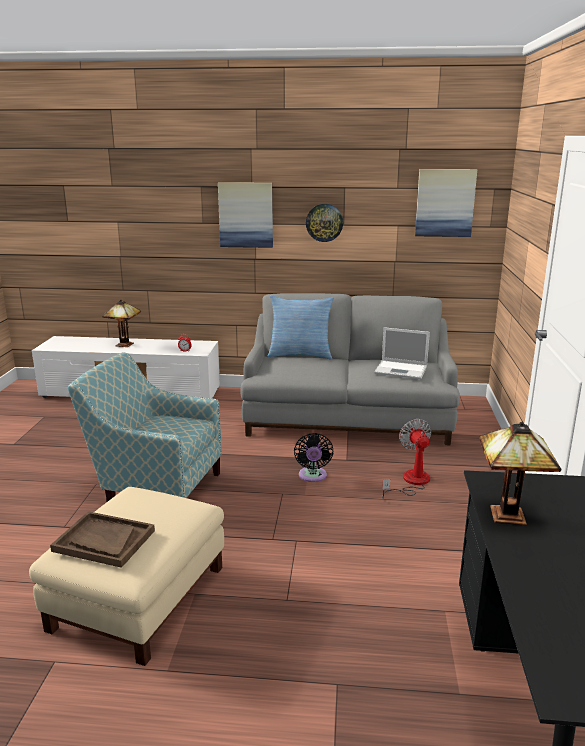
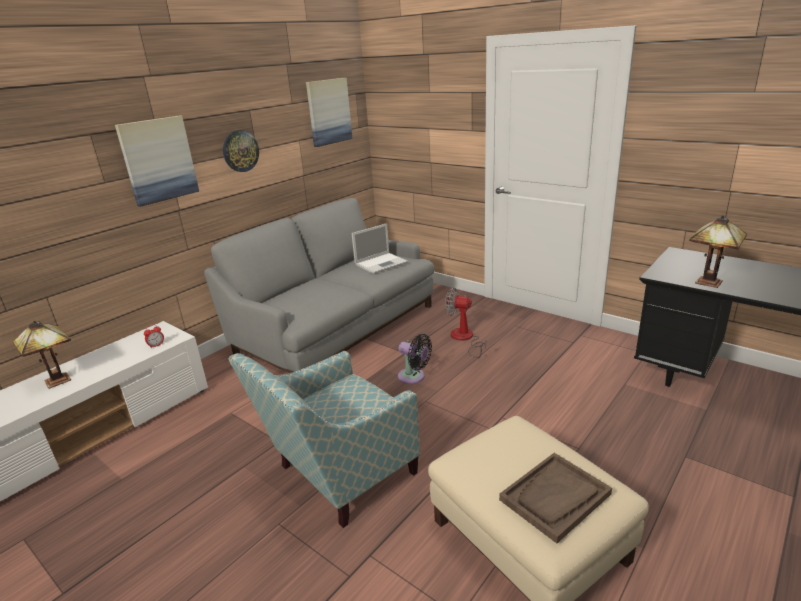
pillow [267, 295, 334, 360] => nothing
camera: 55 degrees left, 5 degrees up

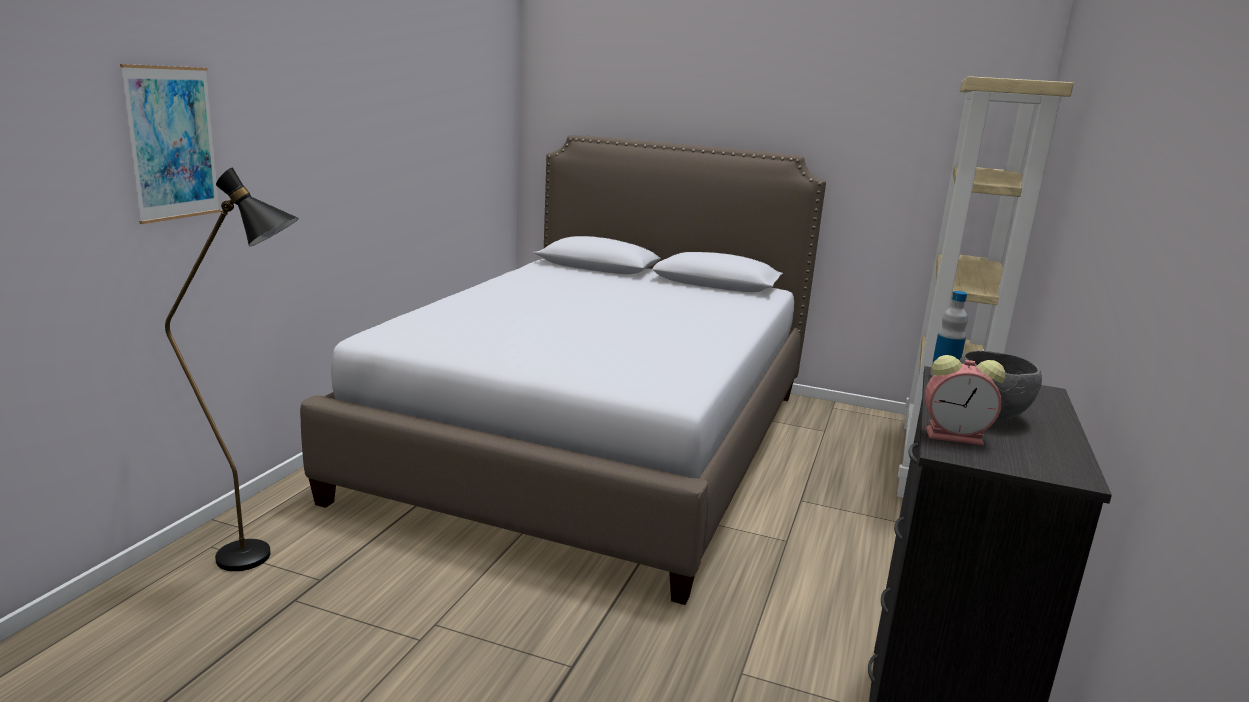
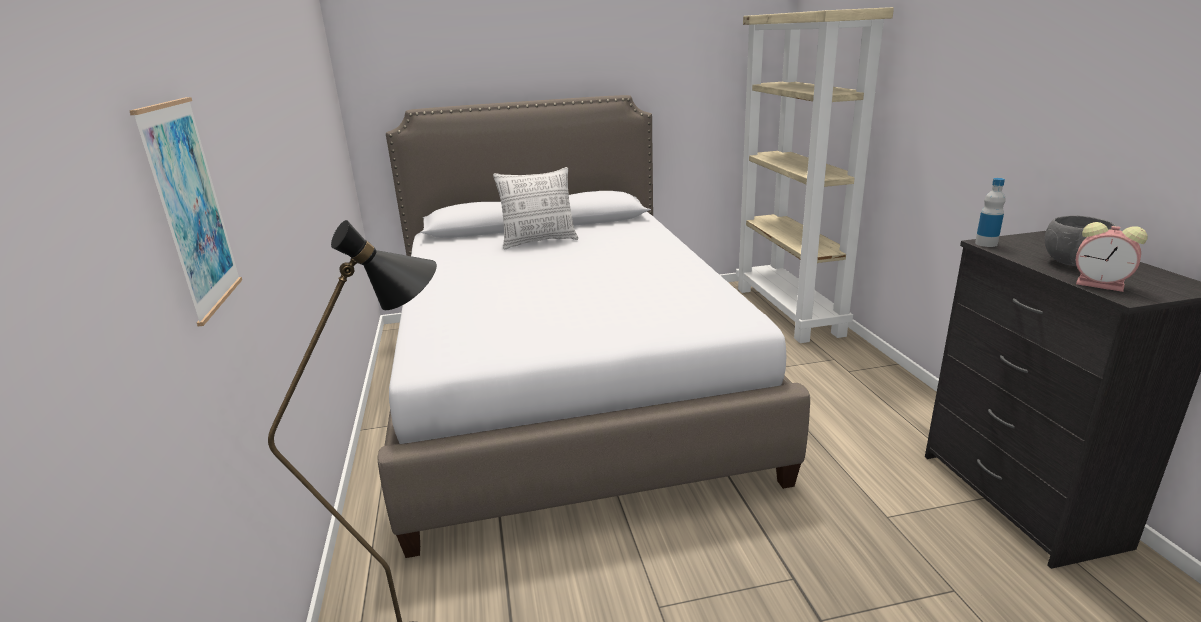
table clock [925, 355, 1005, 446] => table clock [1076, 222, 1148, 292], 60 degrees clockwise
nothing => pillow [493, 167, 578, 250]
camera: 30 degrees left, 5 degrees up

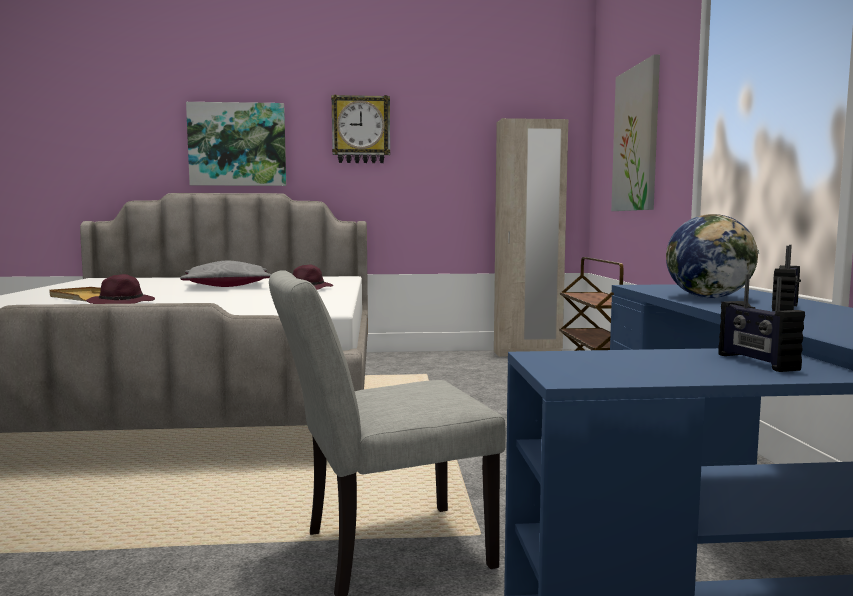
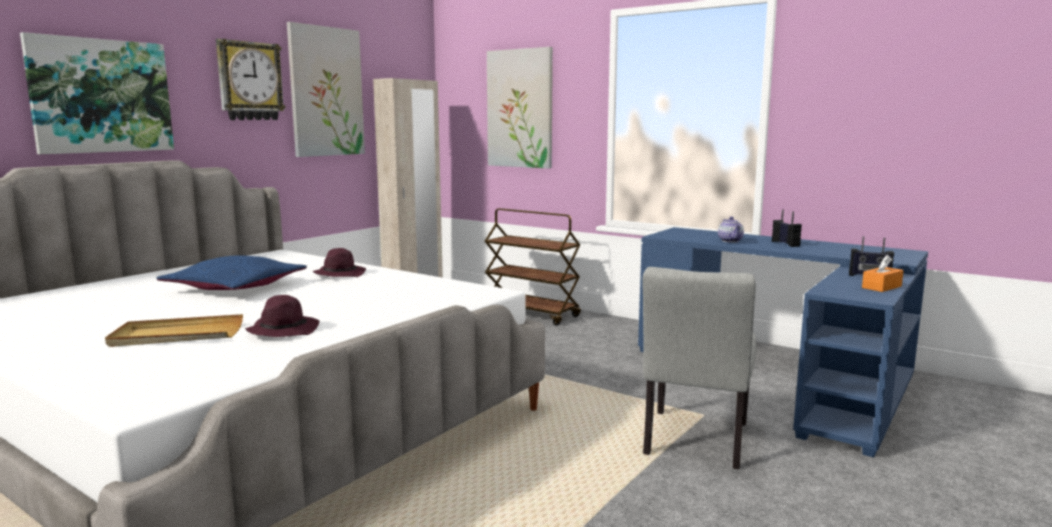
grey pillow [180, 261, 271, 287] => blue pillow [157, 255, 307, 290]
desk globe [666, 214, 759, 298] => tea pot [718, 217, 744, 243]
nothing => wall picture [287, 22, 365, 157]
nothing => orange box of tissues [862, 255, 904, 292]
camera: 50 degrees left, 5 degrees up

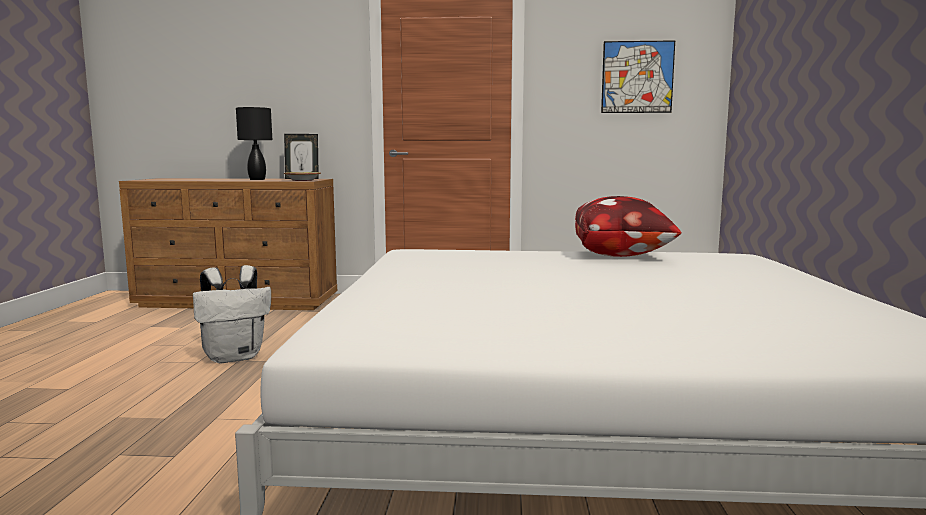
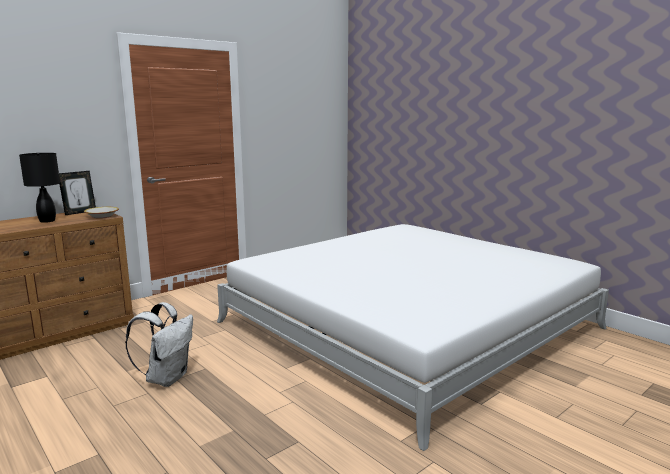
pillow [575, 196, 681, 257] => nothing
wall picture [601, 40, 675, 113] => nothing
camera: 45 degrees left, 5 degrees up

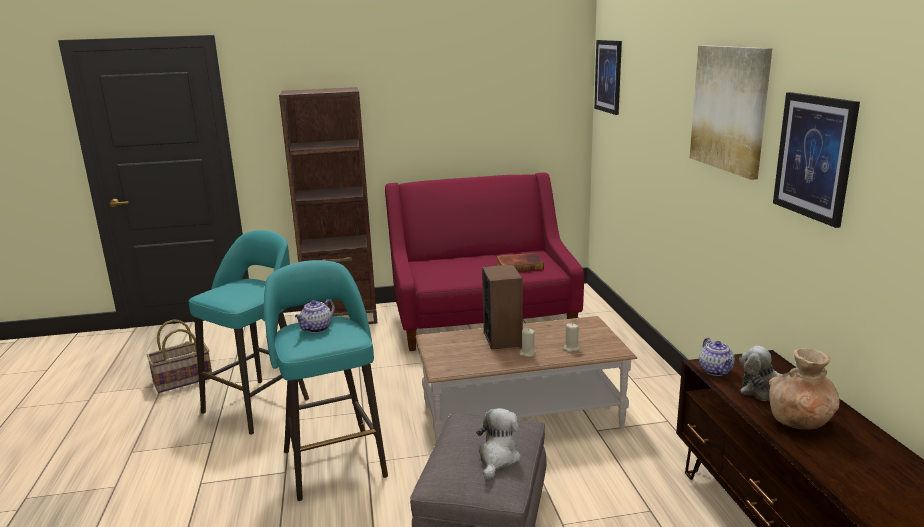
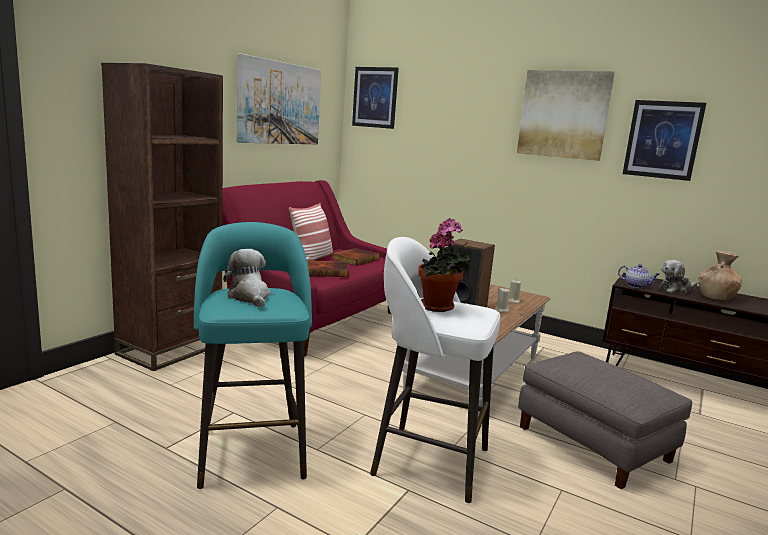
household basket [147, 319, 212, 393] => nothing
blue-green stool seat [264, 260, 388, 501] => white stool seat [370, 237, 501, 503]
tea pot [295, 299, 335, 333] => houseplant [418, 218, 470, 312]
soft toy [476, 408, 521, 479] => soft toy [223, 249, 270, 307], move
nothing => wall picture [237, 54, 321, 144]
nothing => pillow [289, 203, 333, 261]
nothing => book [307, 260, 349, 277]
camera: 50 degrees left, 5 degrees down

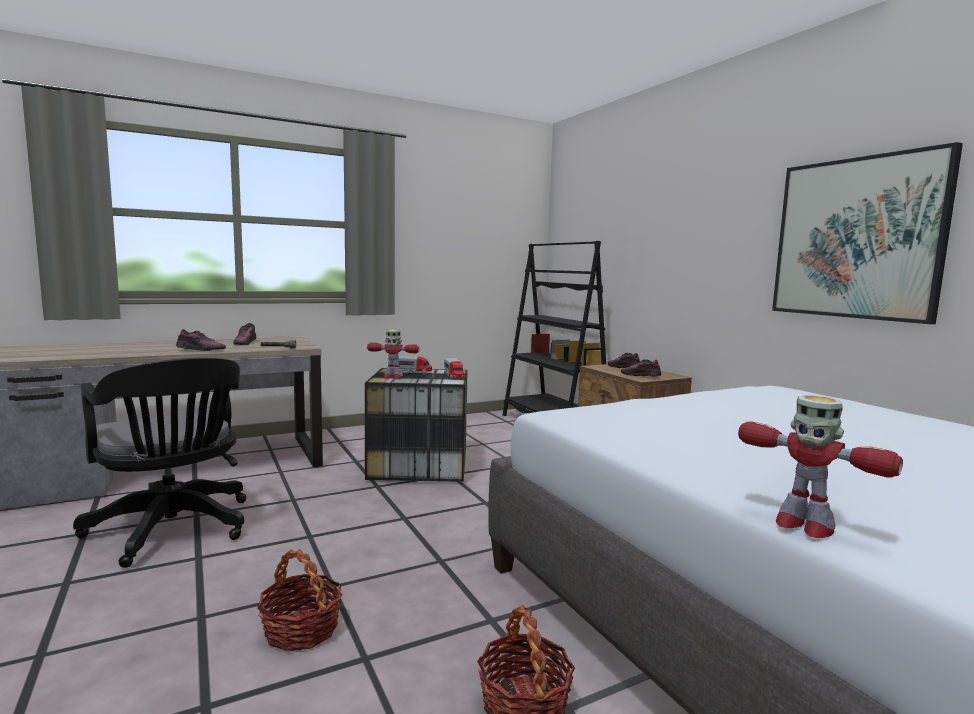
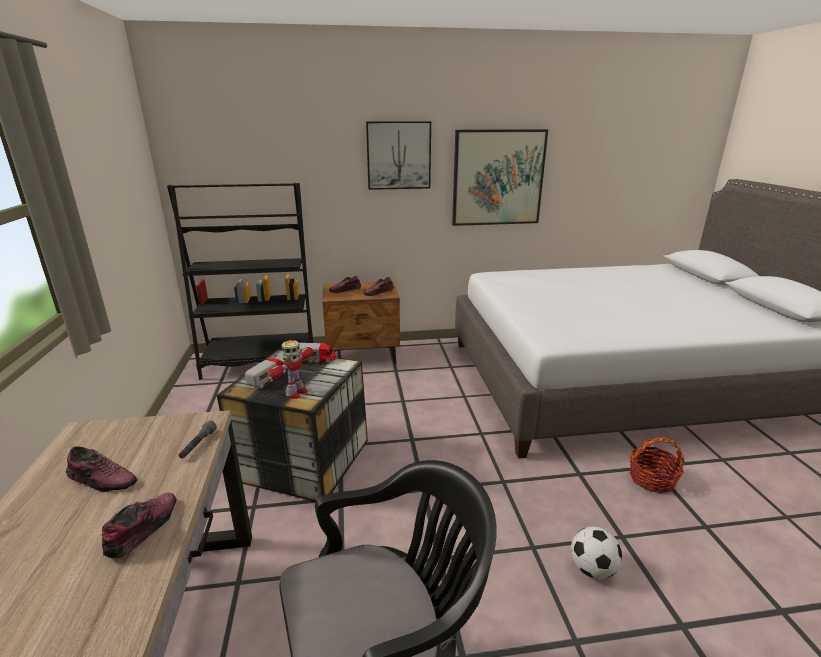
household basket [257, 549, 342, 652] => ball for football [571, 527, 622, 579]
robot figure [738, 395, 903, 538] => nothing
nothing => wall picture [366, 121, 431, 190]
camera: 70 degrees left, 15 degrees up

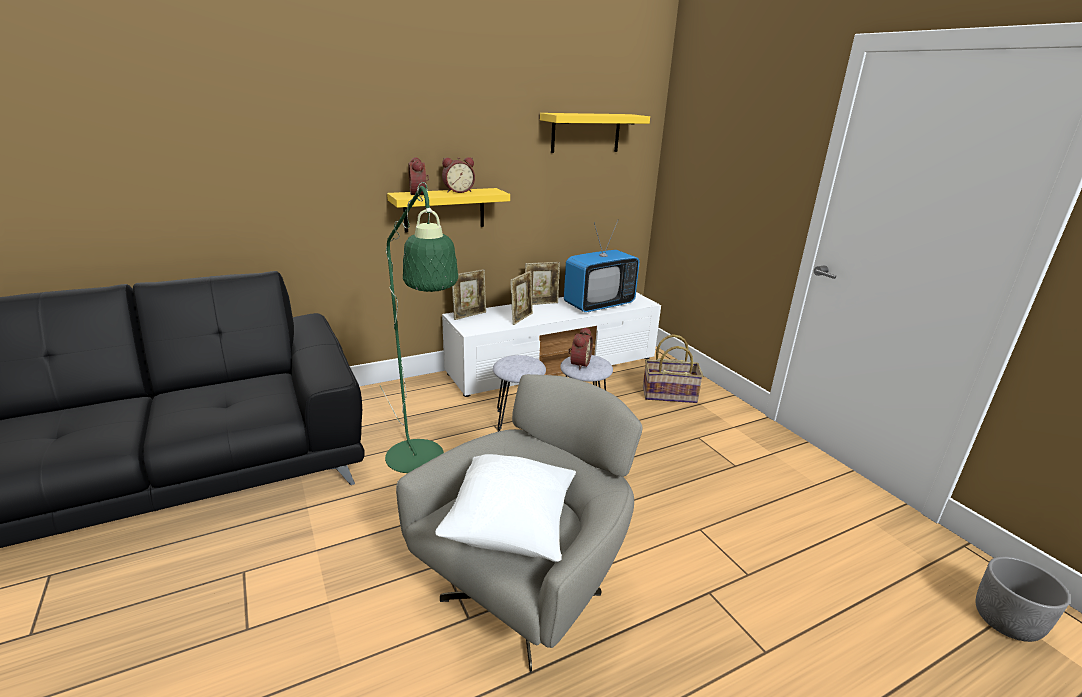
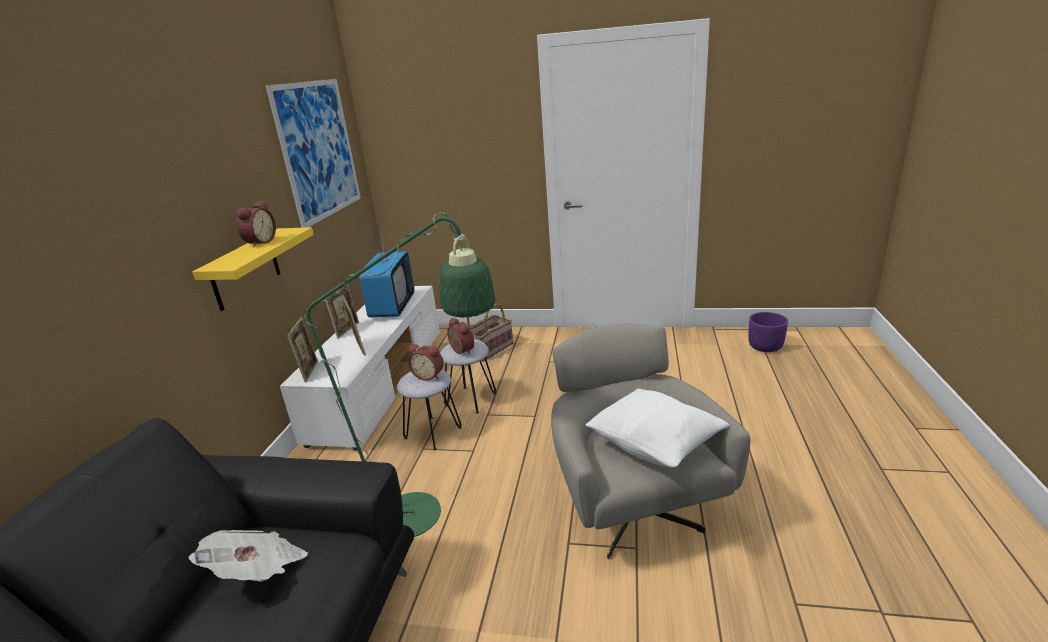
table clock [408, 157, 429, 195] => table clock [408, 344, 444, 381], move
yellow-coloured wall shelf [540, 113, 650, 153] => wall picture [266, 79, 361, 228]
grey plant pot [976, 556, 1071, 642] => purplish plant pot [748, 312, 788, 352]
nothing => printed paper [188, 530, 308, 581]
camera: 50 degrees left, 0 degrees up

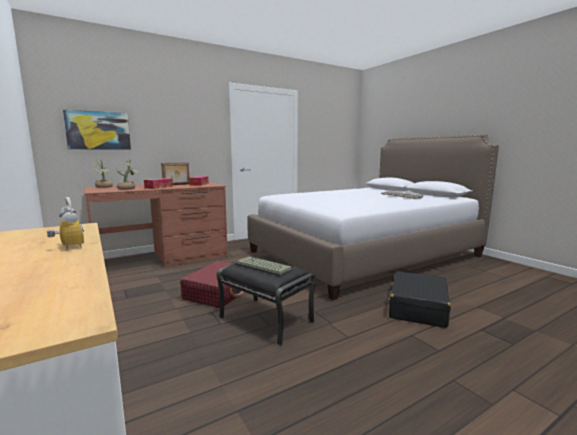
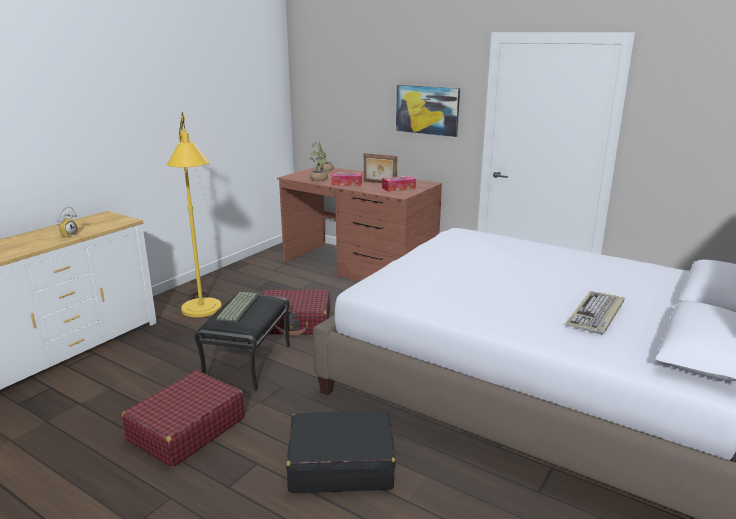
wall picture [63, 110, 131, 150] => wall picture [396, 85, 460, 137], move
nothing => red-coloured suitcase [122, 370, 245, 467]
nothing => yellow-coloured floor lamp [166, 112, 222, 317]
camera: 65 degrees right, 10 degrees up

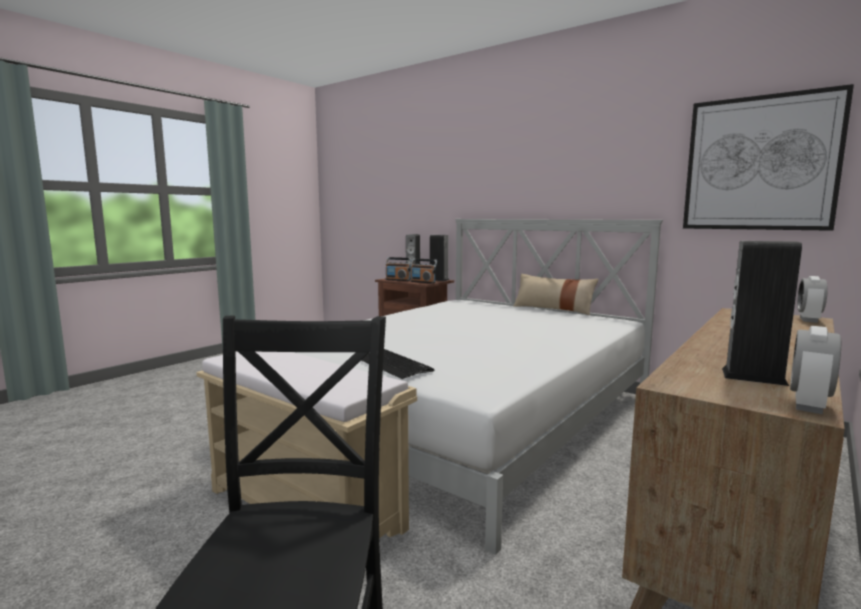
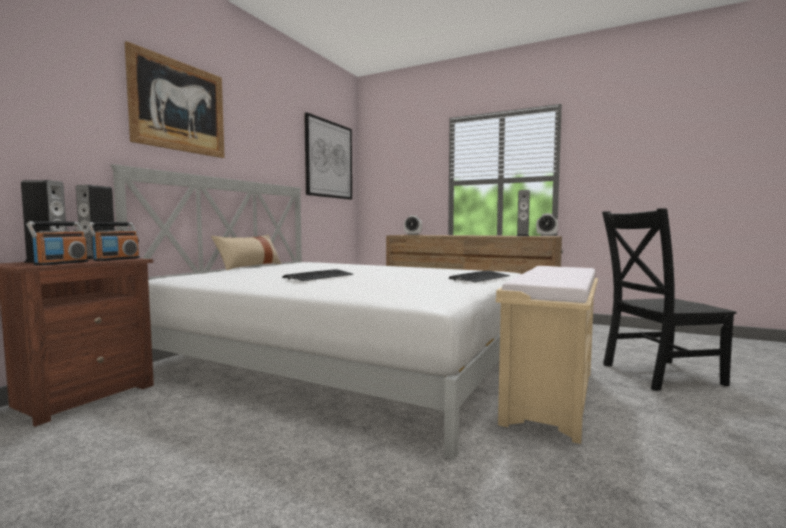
nothing => wall picture [125, 41, 225, 158]
nothing => keyboard [282, 269, 354, 281]
camera: 100 degrees left, 5 degrees down

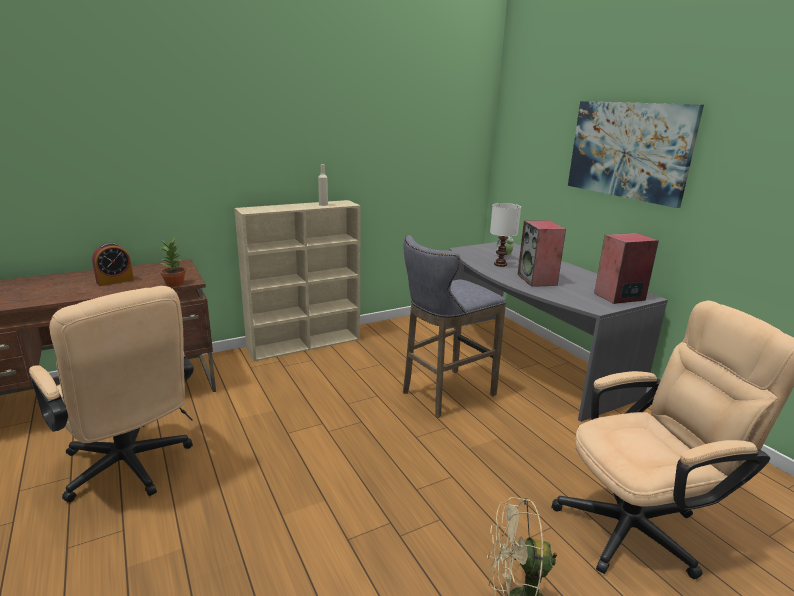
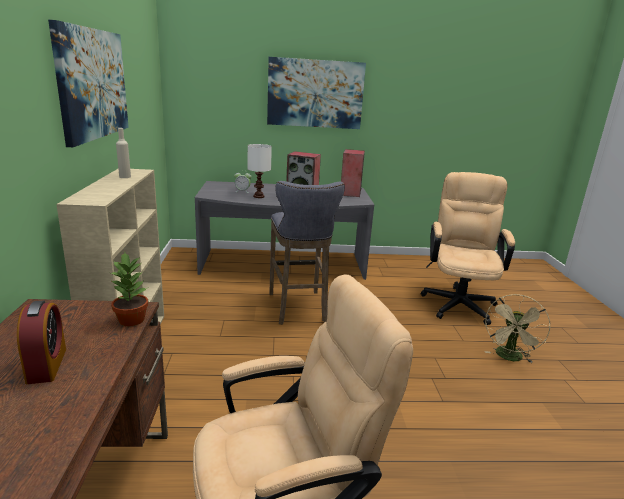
nothing => wall picture [48, 20, 129, 147]
camera: 65 degrees left, 0 degrees up

